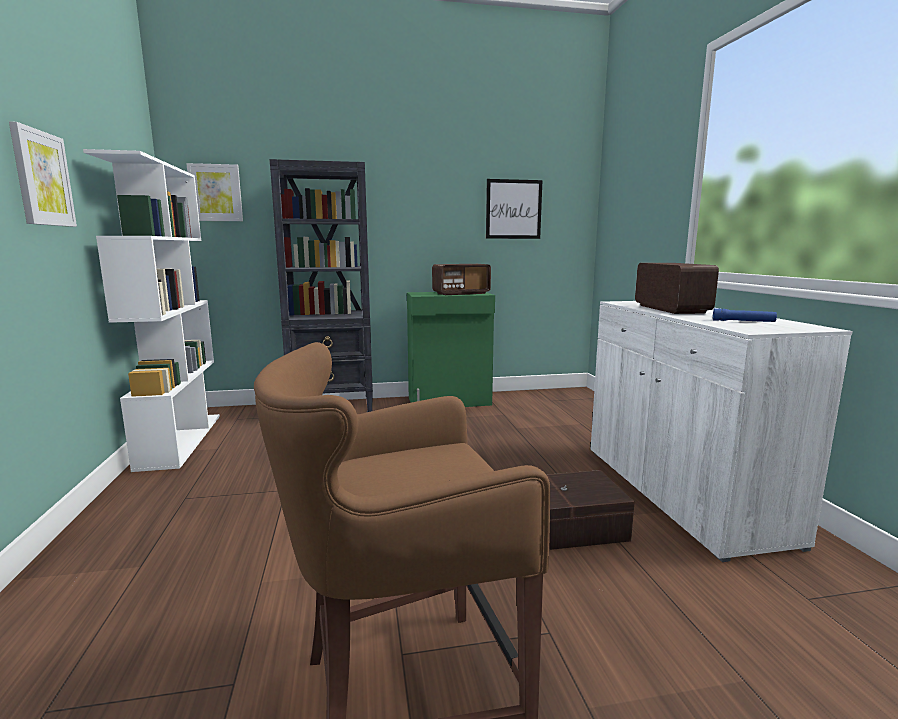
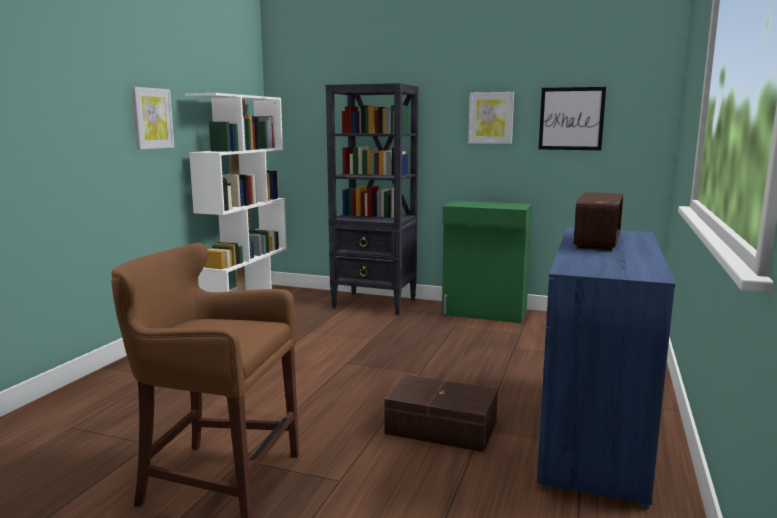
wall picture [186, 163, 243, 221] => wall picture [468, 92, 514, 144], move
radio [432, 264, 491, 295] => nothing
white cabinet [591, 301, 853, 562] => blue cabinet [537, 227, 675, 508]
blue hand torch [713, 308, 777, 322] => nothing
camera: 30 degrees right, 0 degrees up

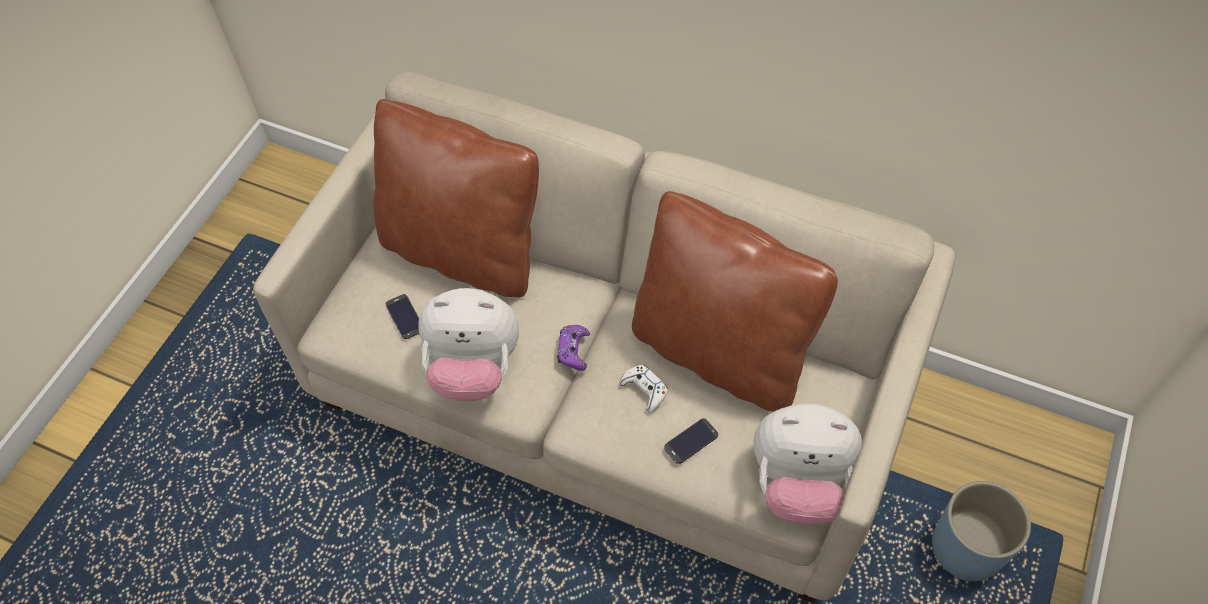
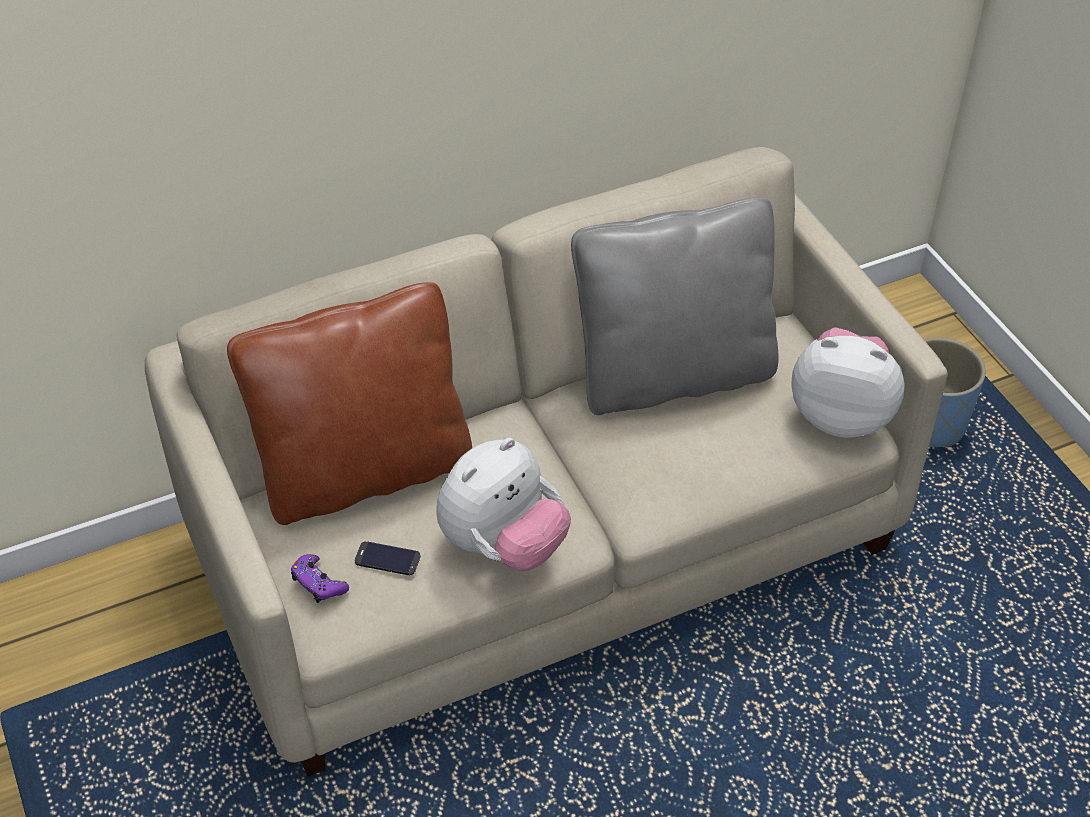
purplish gamepad [557, 325, 590, 371] => purplish gamepad [291, 554, 349, 603], move
white gamepad [619, 365, 668, 413] => nothing
brown-coloured pillow [632, 191, 838, 412] => grey pillow [571, 198, 778, 415]
handset [664, 418, 718, 464] => nothing
soft toy [754, 403, 862, 524] => soft toy [791, 327, 905, 437], 120 degrees counterclockwise
camera: 50 degrees left, 10 degrees down

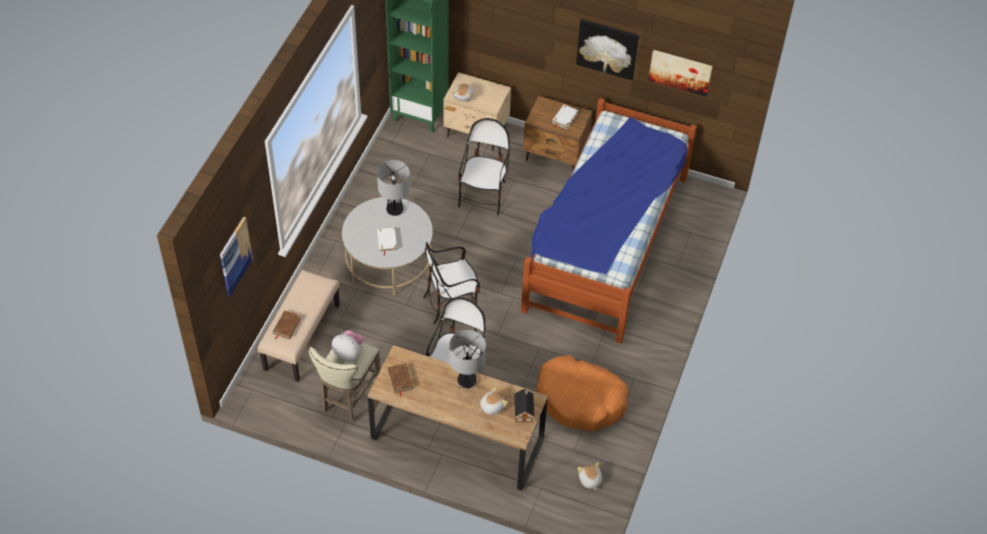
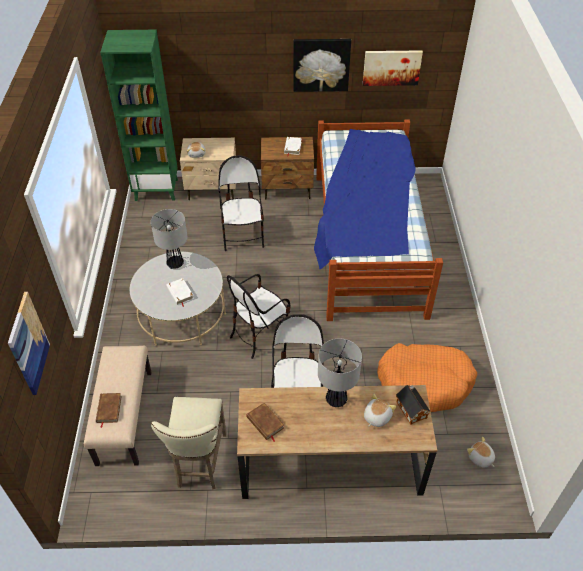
soft toy [332, 330, 365, 362] => nothing
camera: 20 degrees left, 5 degrees down

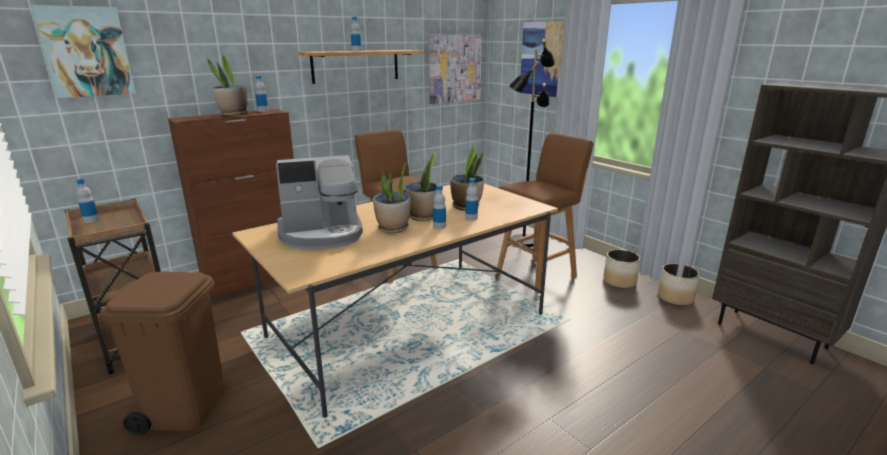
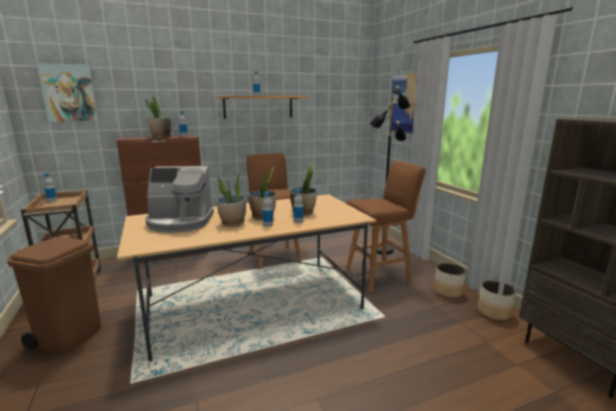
wall picture [429, 35, 482, 104] => nothing
camera: 15 degrees right, 5 degrees down

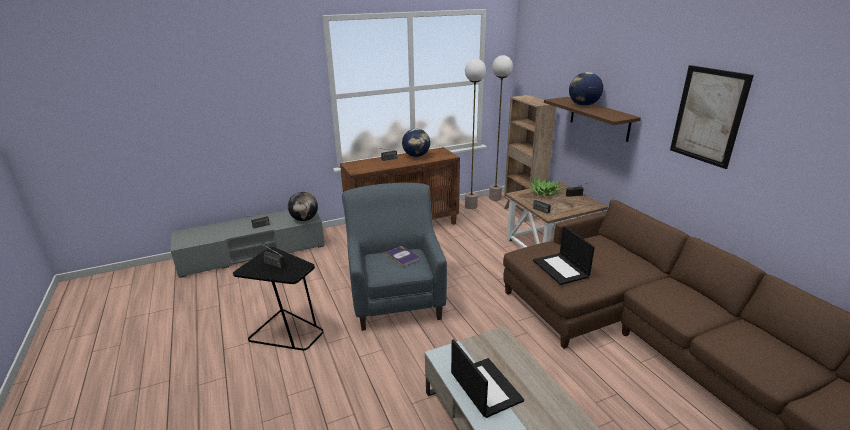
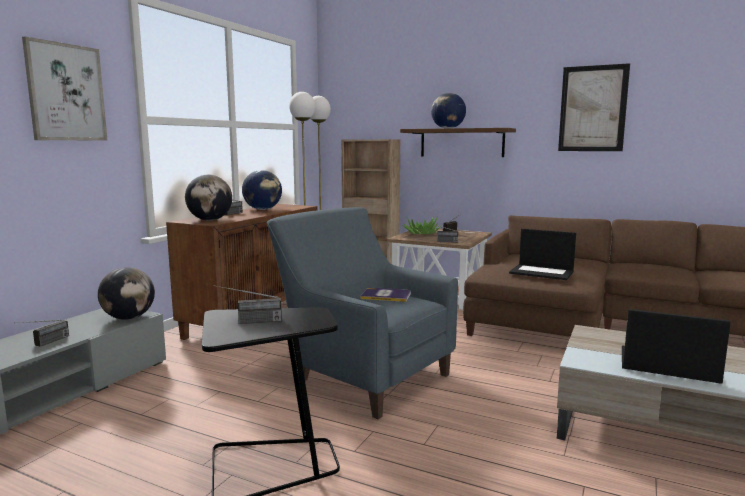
nothing => wall picture [22, 36, 108, 141]
nothing => desk globe [185, 175, 232, 221]
camera: 40 degrees left, 15 degrees down

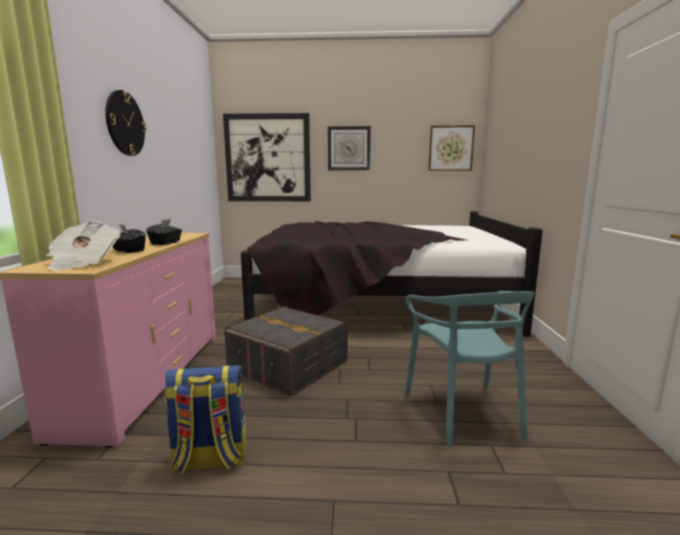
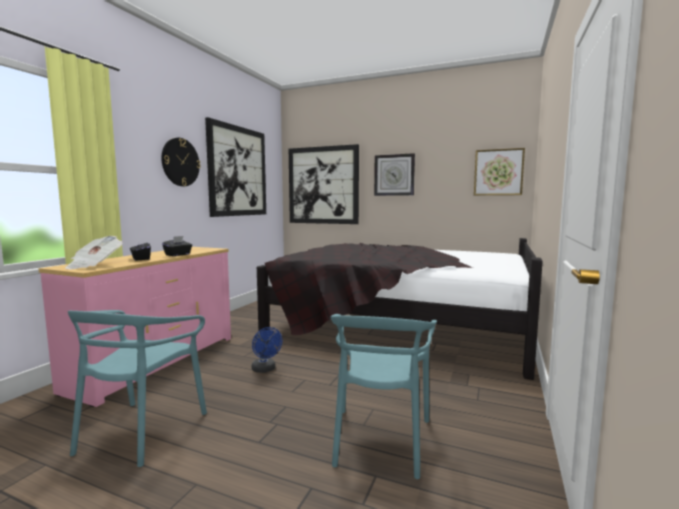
rucksack [164, 365, 246, 474] => blue-green upright chair [68, 310, 207, 467]
grey storage container [224, 306, 348, 397] => blue electric fan [251, 327, 282, 373]
nothing => wall picture [205, 117, 266, 217]
camera: 20 degrees right, 5 degrees down

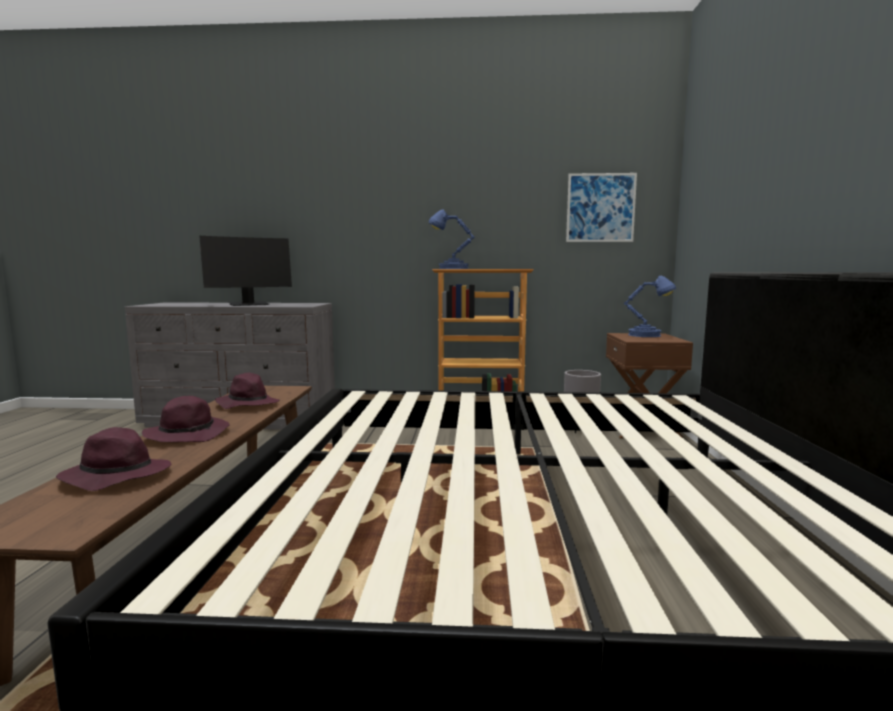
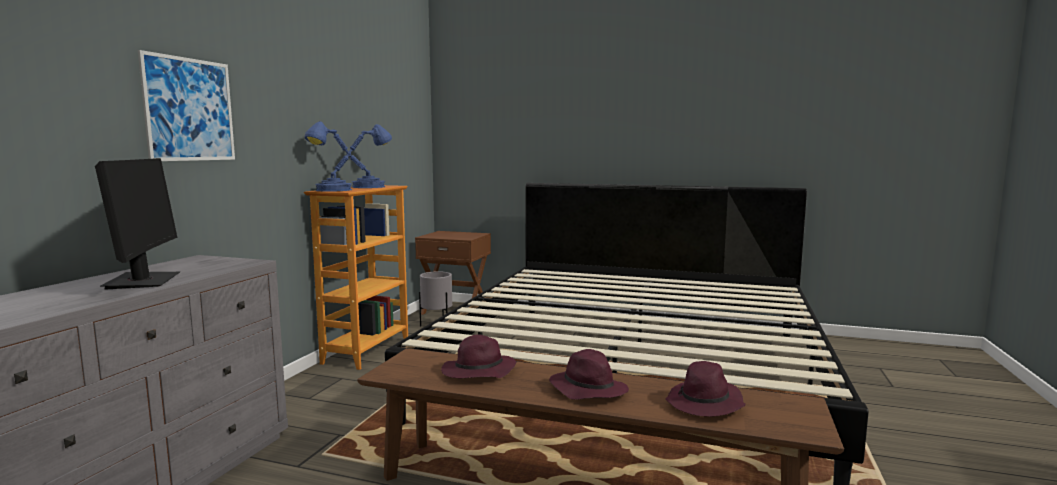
wall picture [566, 173, 637, 242] => wall picture [138, 50, 235, 161], move
blue tabletop lamp [624, 276, 676, 337] => blue tabletop lamp [346, 124, 392, 188], move
camera: 75 degrees left, 0 degrees up

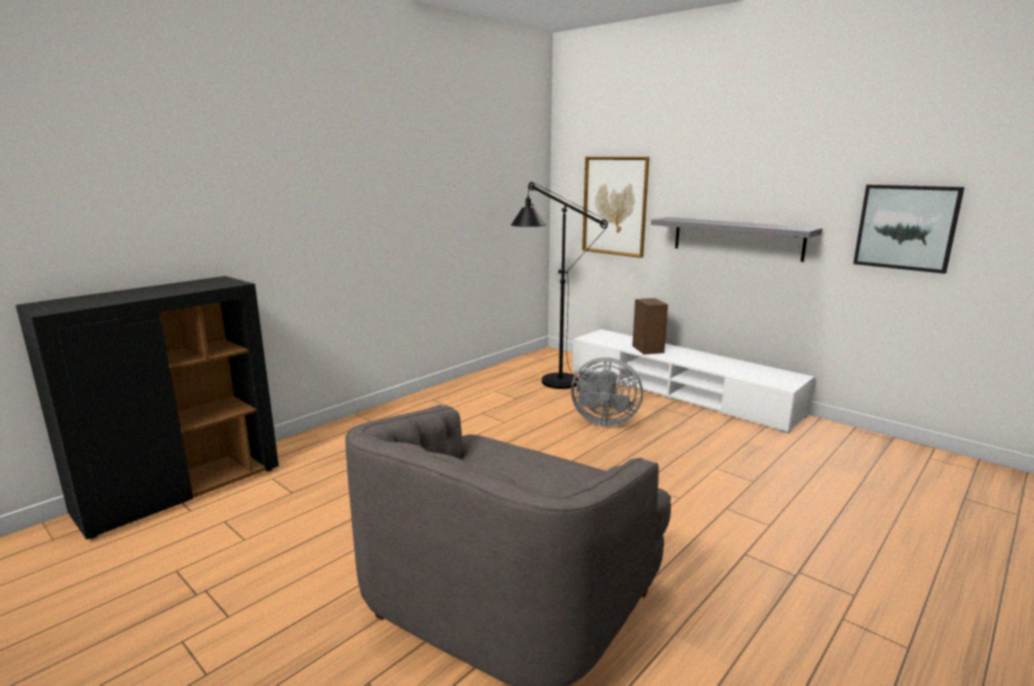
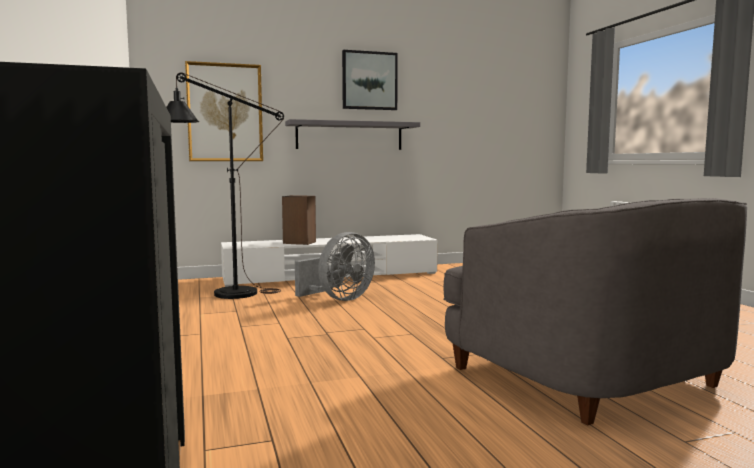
wall picture [853, 185, 964, 274] => wall picture [342, 50, 398, 110], move
camera: 60 degrees left, 10 degrees down

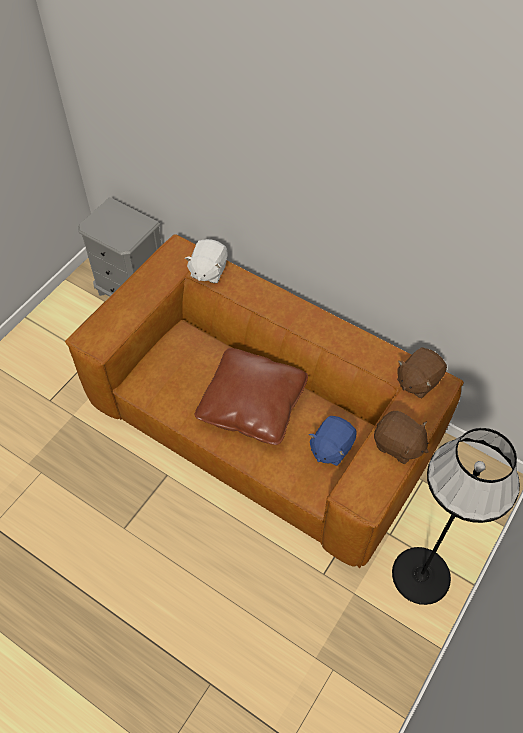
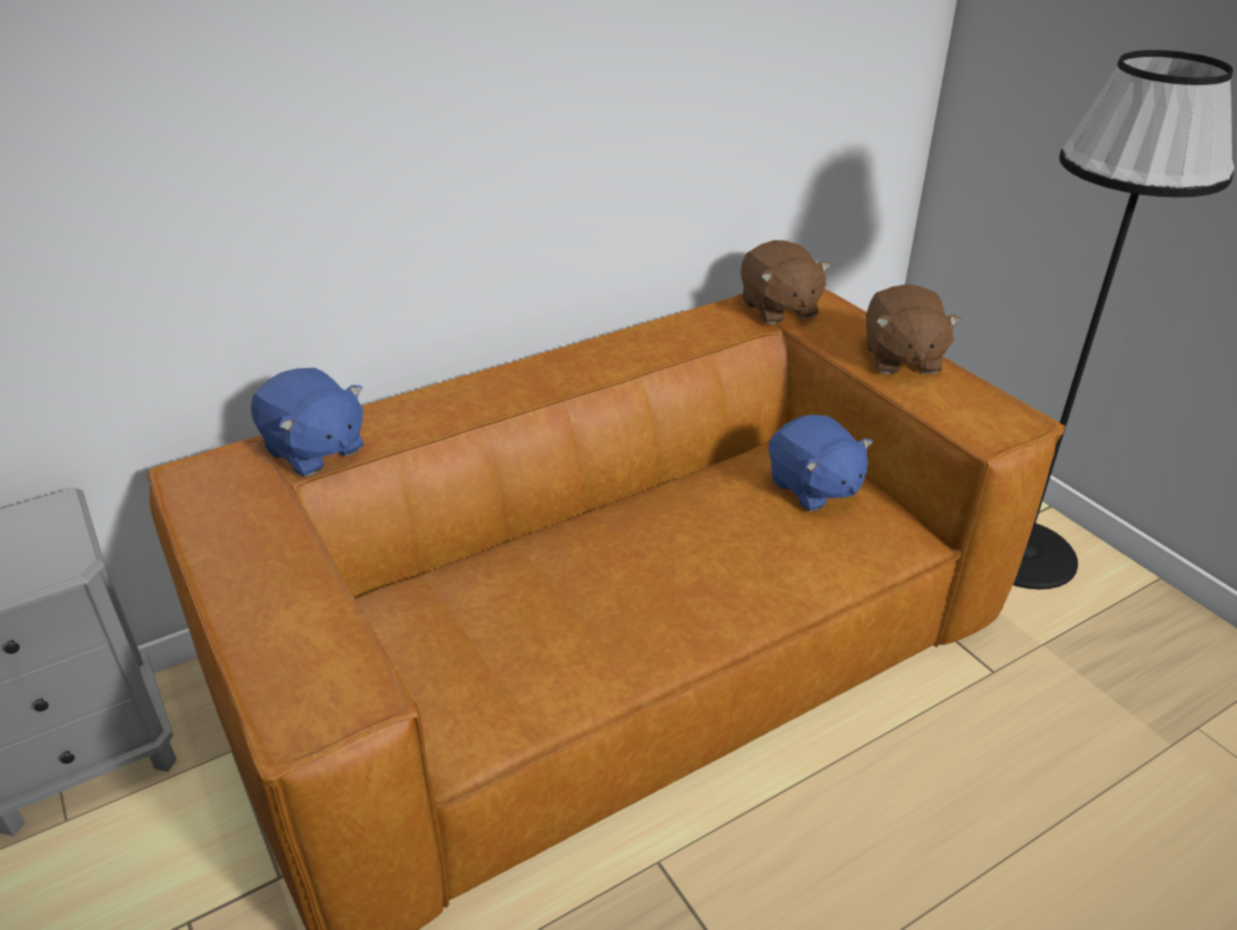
white soft toy [185, 239, 228, 283] => blue soft toy [251, 368, 364, 477]
brown-coloured pillow [195, 348, 308, 445] => nothing
brown-coloured soft toy [374, 411, 429, 464] => brown-coloured soft toy [866, 284, 962, 374], 120 degrees clockwise
camera: 65 degrees left, 20 degrees down

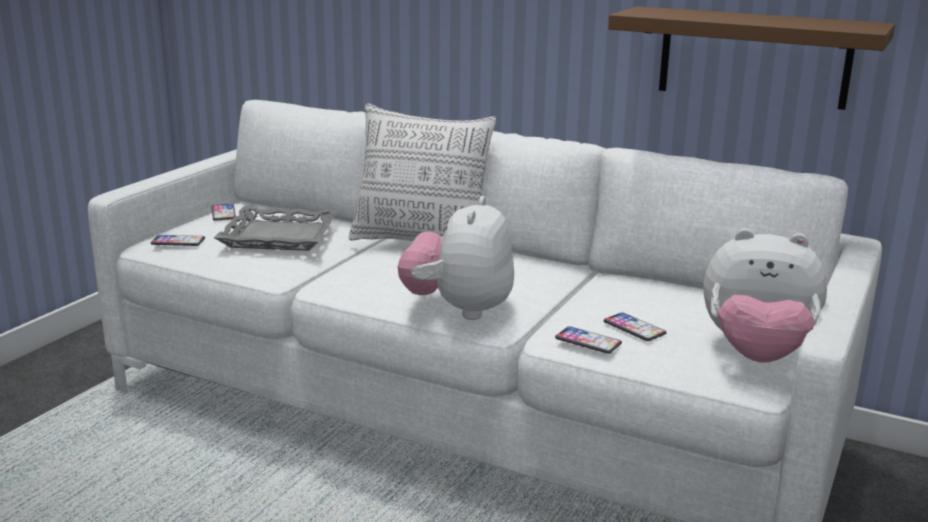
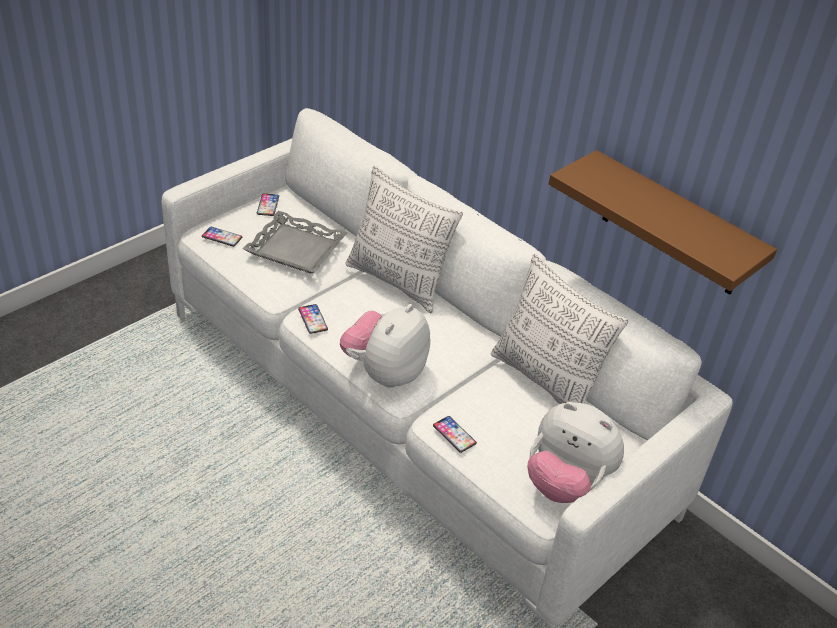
handset [604, 313, 666, 341] => handset [298, 304, 328, 334], move
nothing => pillow [491, 254, 628, 404]
camera: 15 degrees right, 20 degrees up

